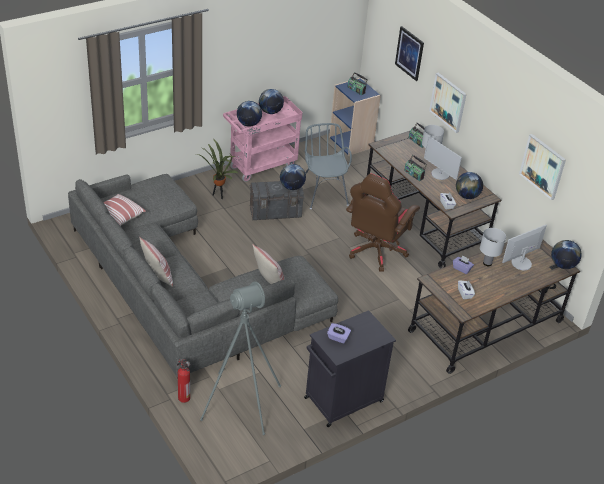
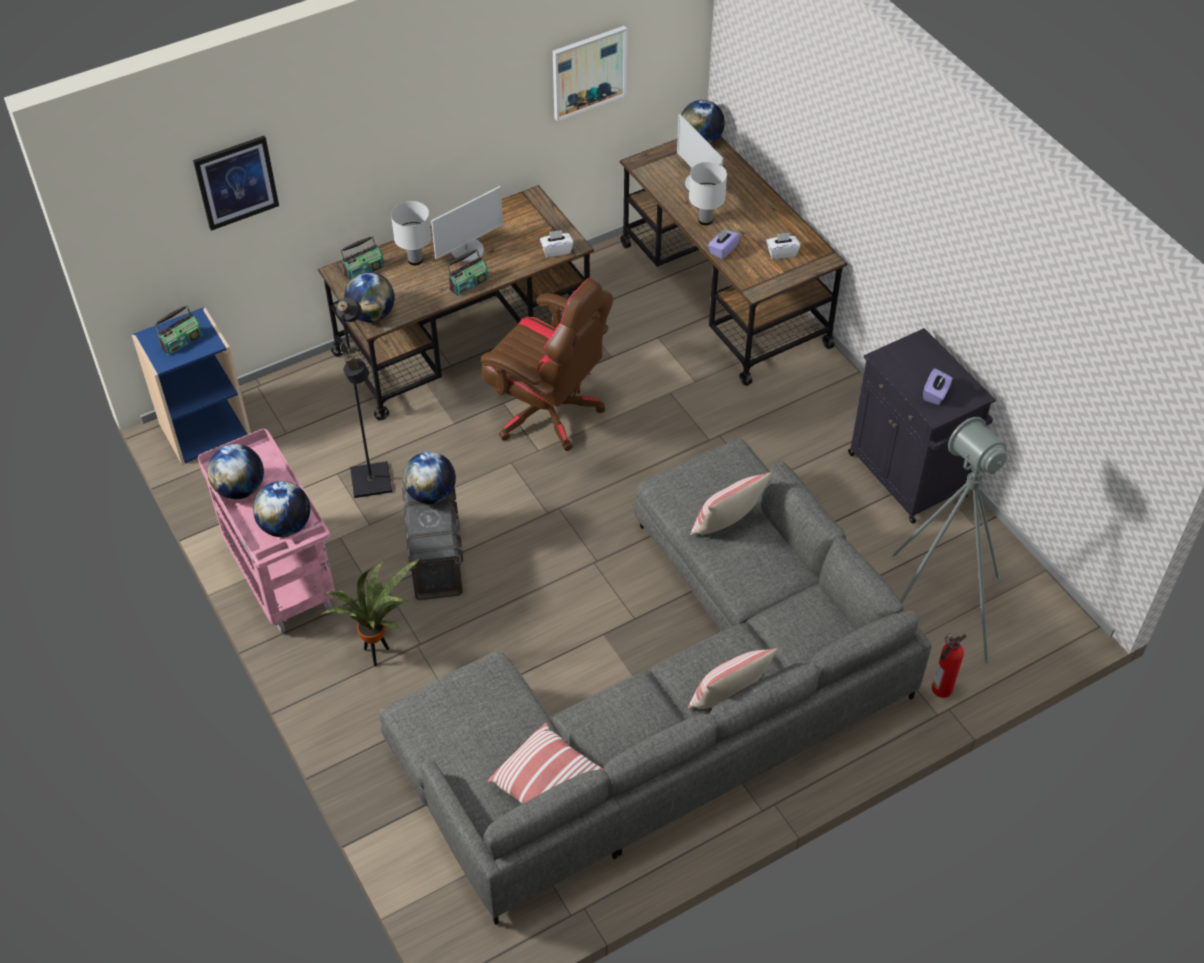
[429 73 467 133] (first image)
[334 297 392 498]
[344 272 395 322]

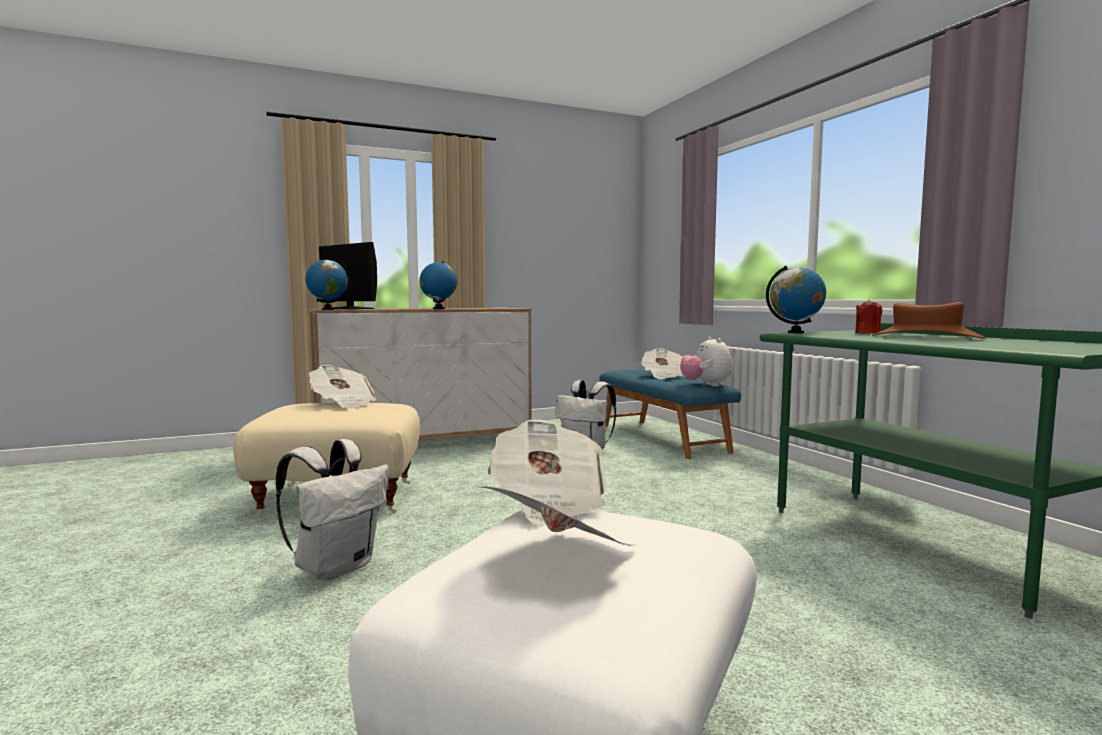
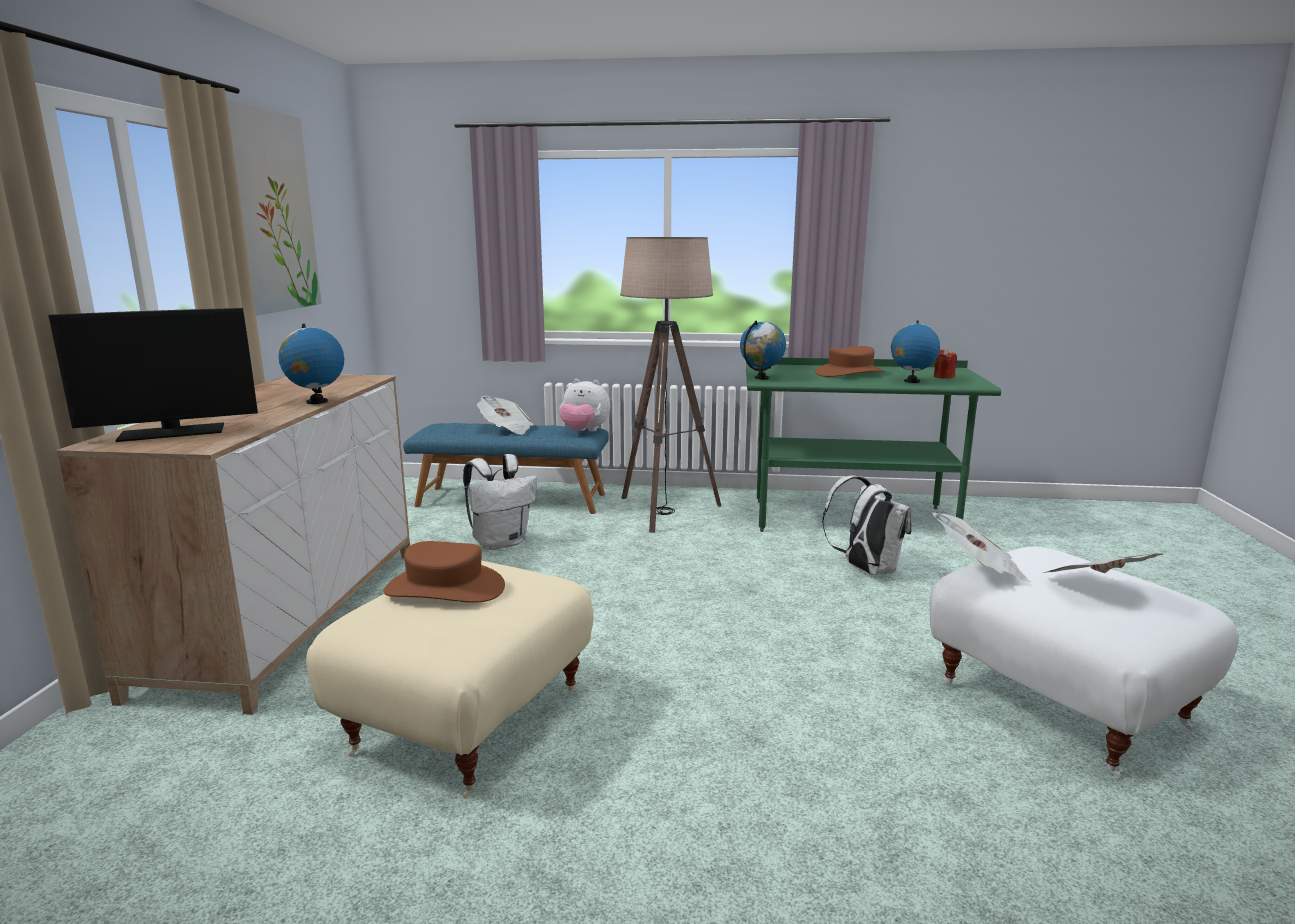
[891 321 940 383]
[934 348 957 379]
[383 541 505 603]
[822 476 912 575]
[226 99 322 316]
[620 237 721 533]

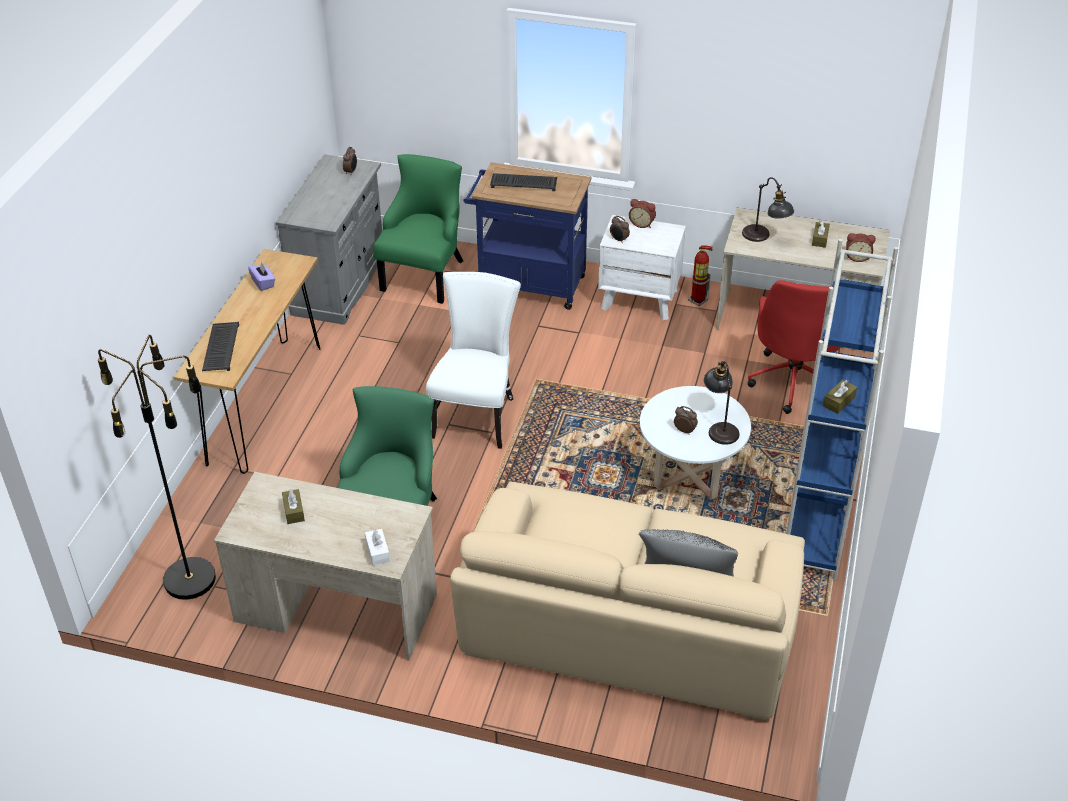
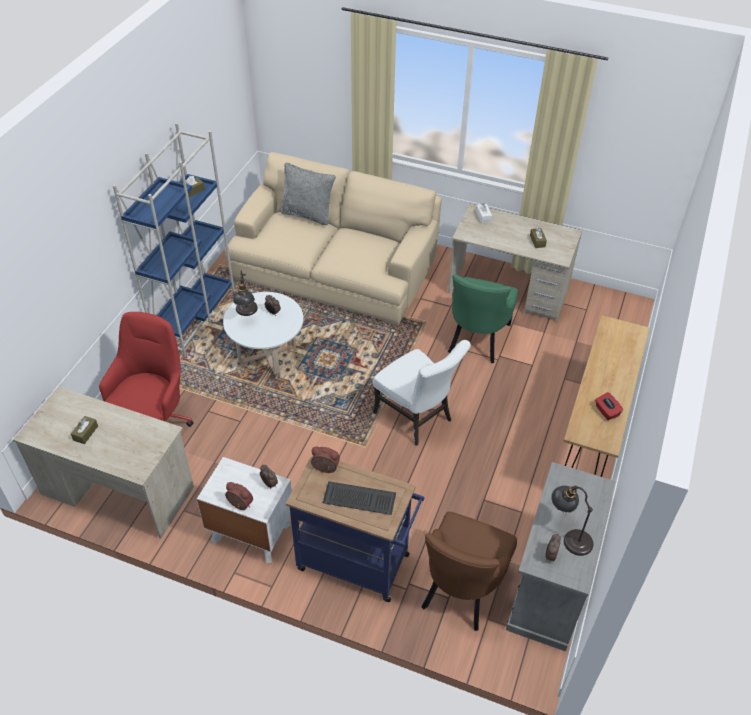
[422 512 517 631]
[551 485 593 556]
[311 447 340 473]
[688 245 713 306] (first image)
[595 392 623 420]
[372 340 471 446]
[202 322 239 371] (first image)
[98 335 216 600] (first image)

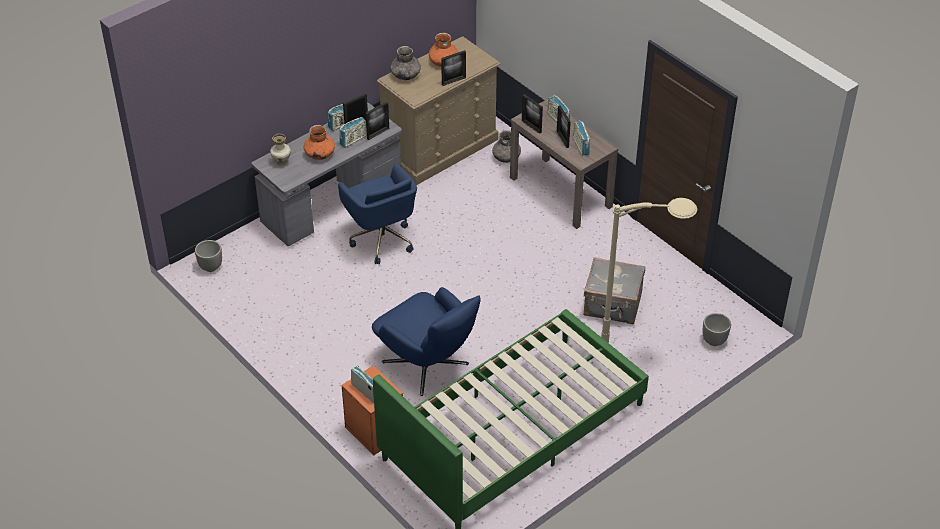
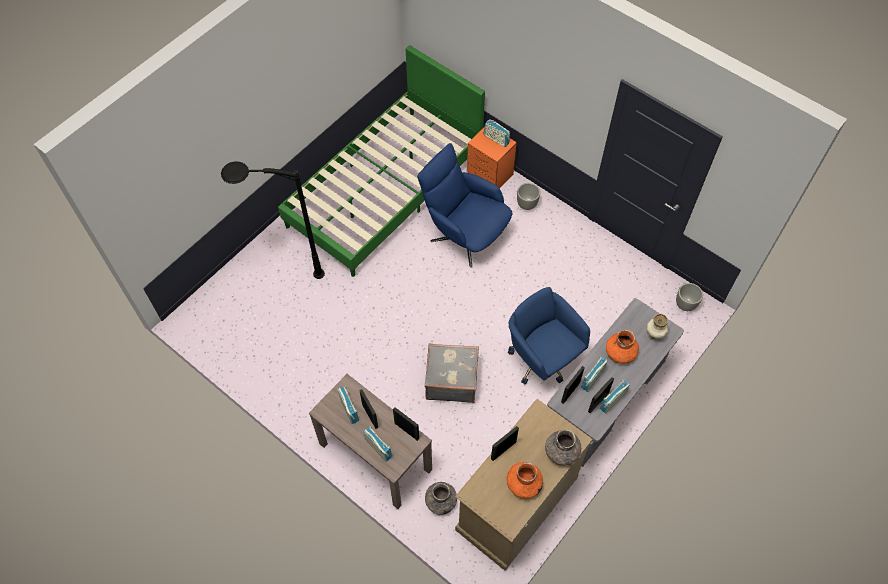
[221 161 325 279]
[425 343 479 403]
[517 183 540 210]

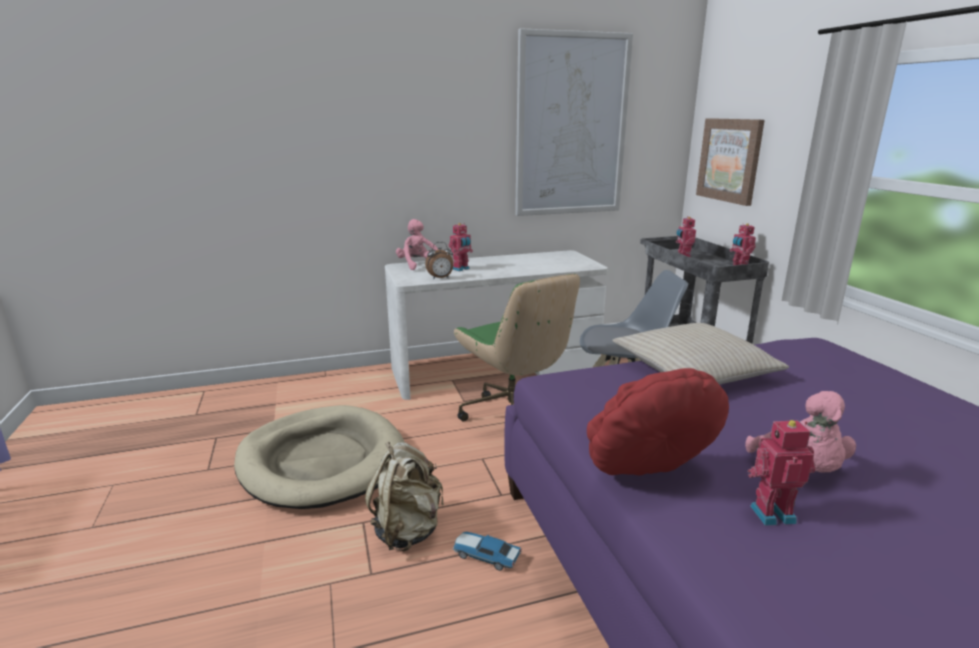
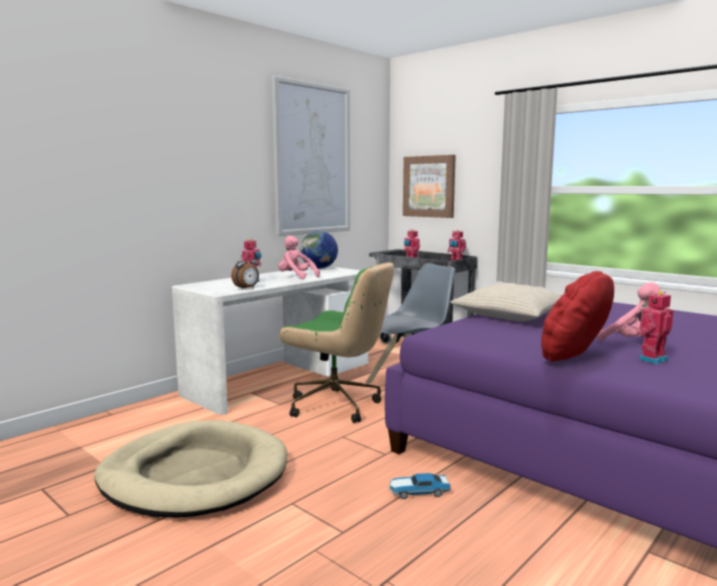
[278 236 320 279]
[365 442 444 551] (first image)
[300 231 338 269]

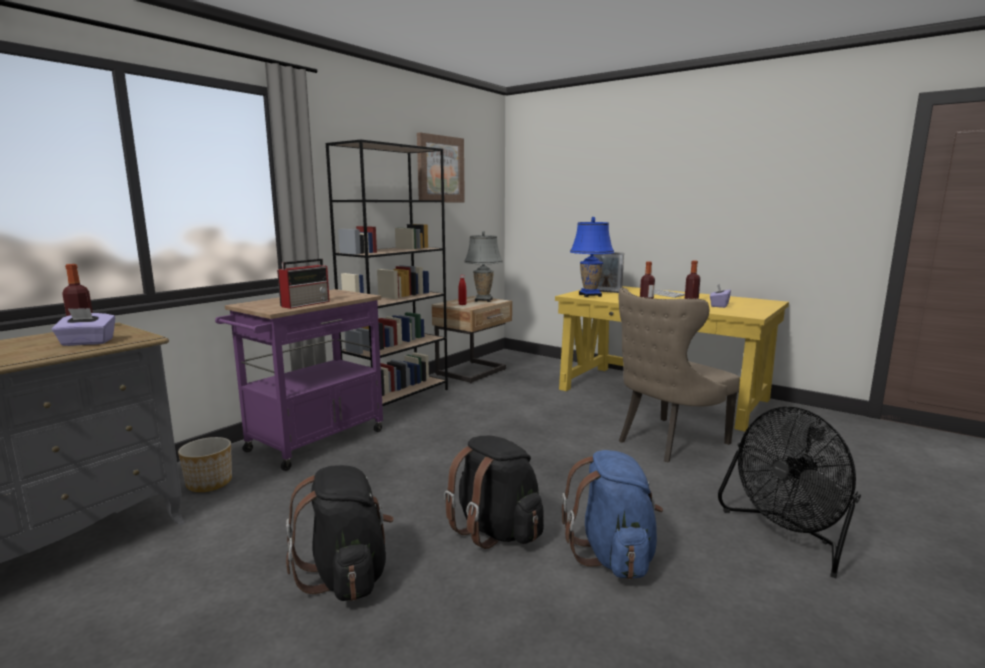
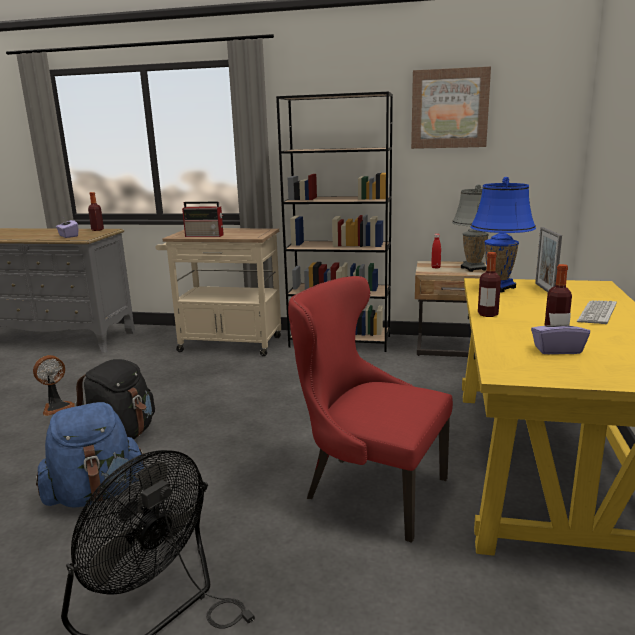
[288 276 453 543]
[156 228 281 356]
[178 437 232 492] (first image)
[33 355 75 416]

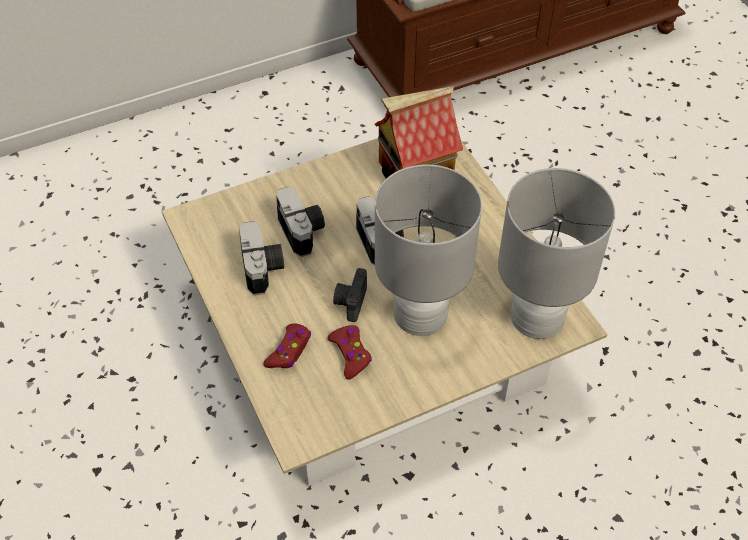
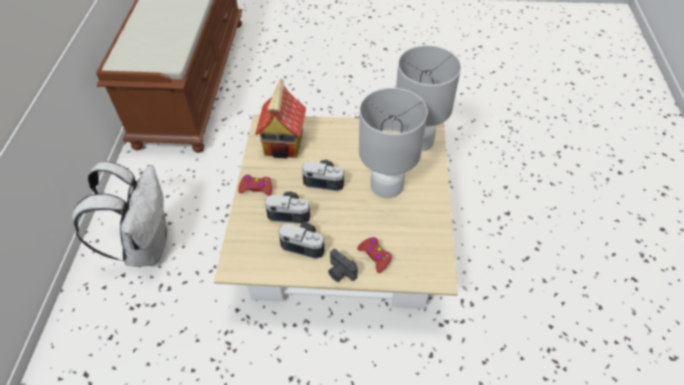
[328 249 358 282]
[238 175 272 196]
[72 161 168 267]

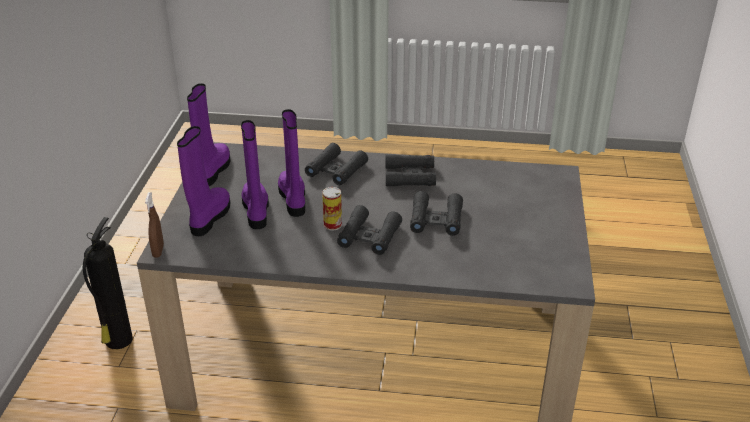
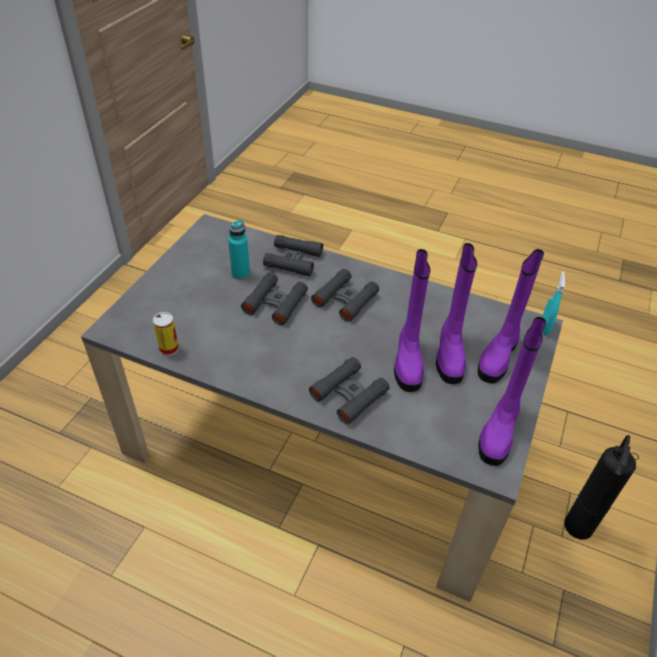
[263 235 323 277]
[153 312 179 356]
[542 271 565 335]
[228 220 250 279]

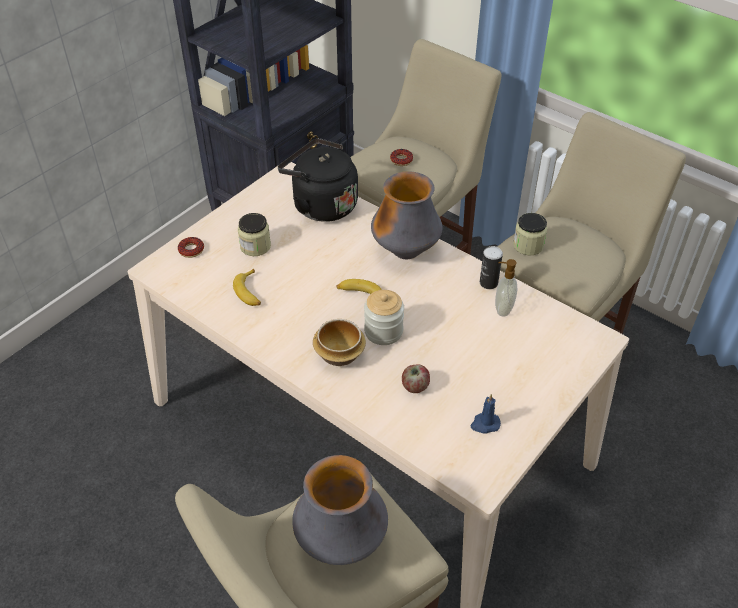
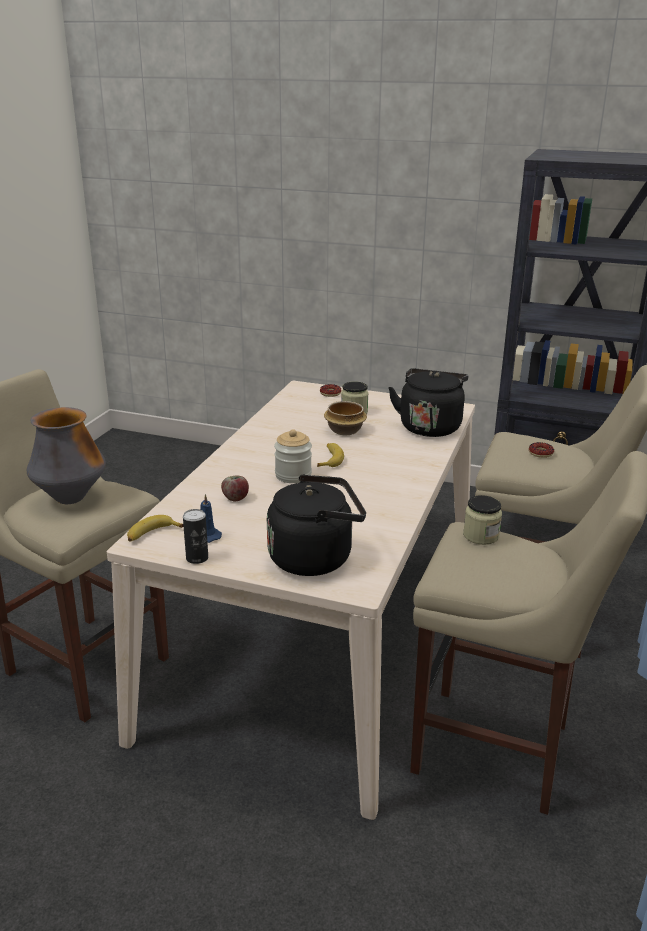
[371 171 442 259] (first image)
[183 509 208 564]
[495 259 517 317] (first image)
[127 515 184 542]
[324 401 367 435]
[267 474 366 576]

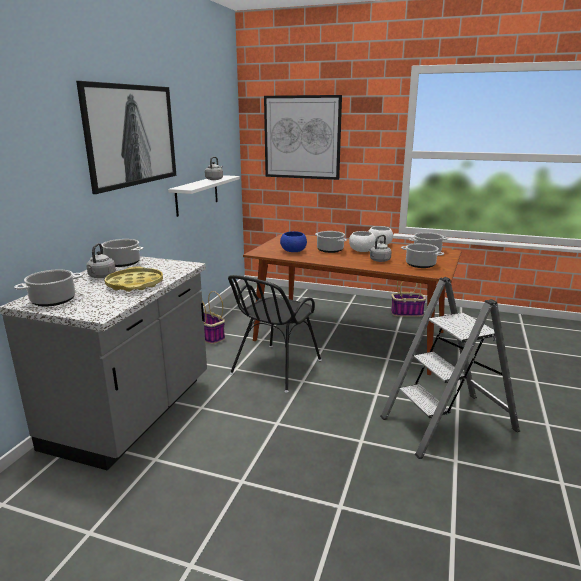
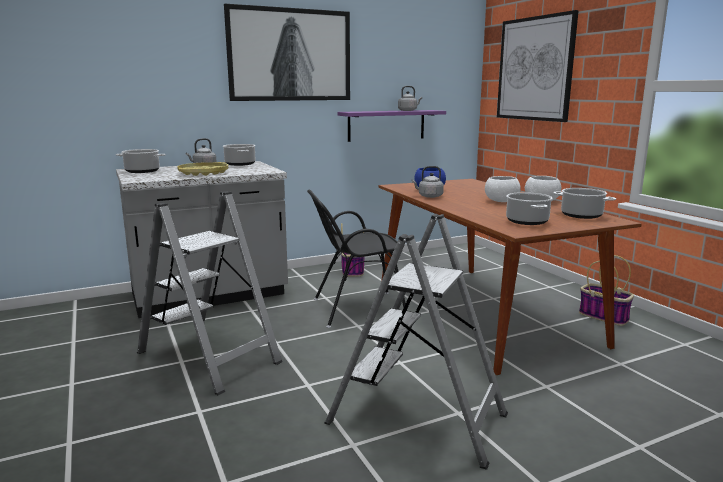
[338 110 446 142]
[315 231 347 253] (first image)
[412 166 444 198]
[137 191 283 395]

